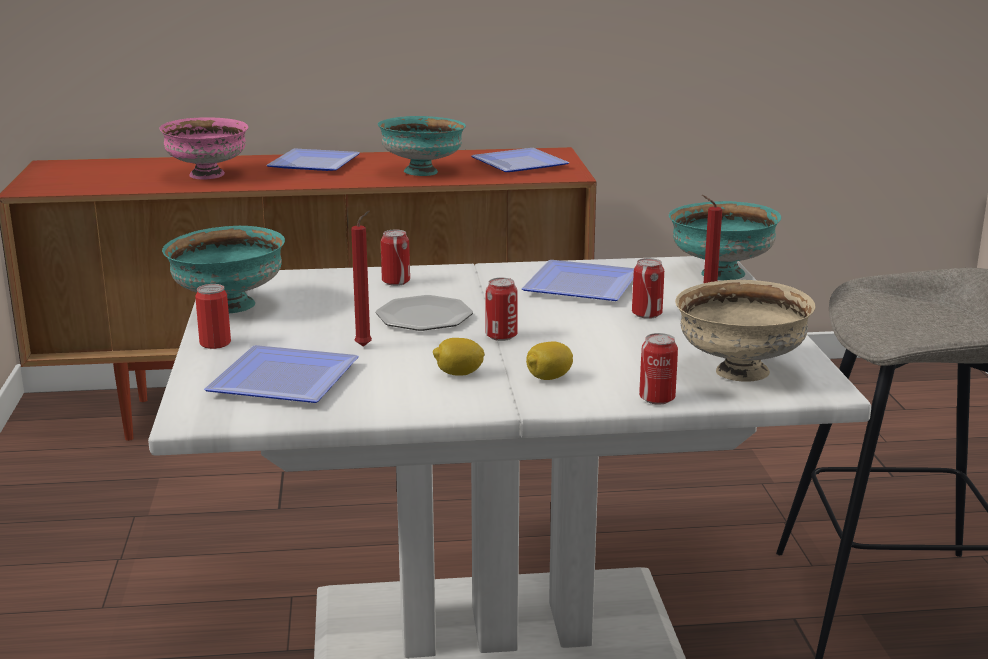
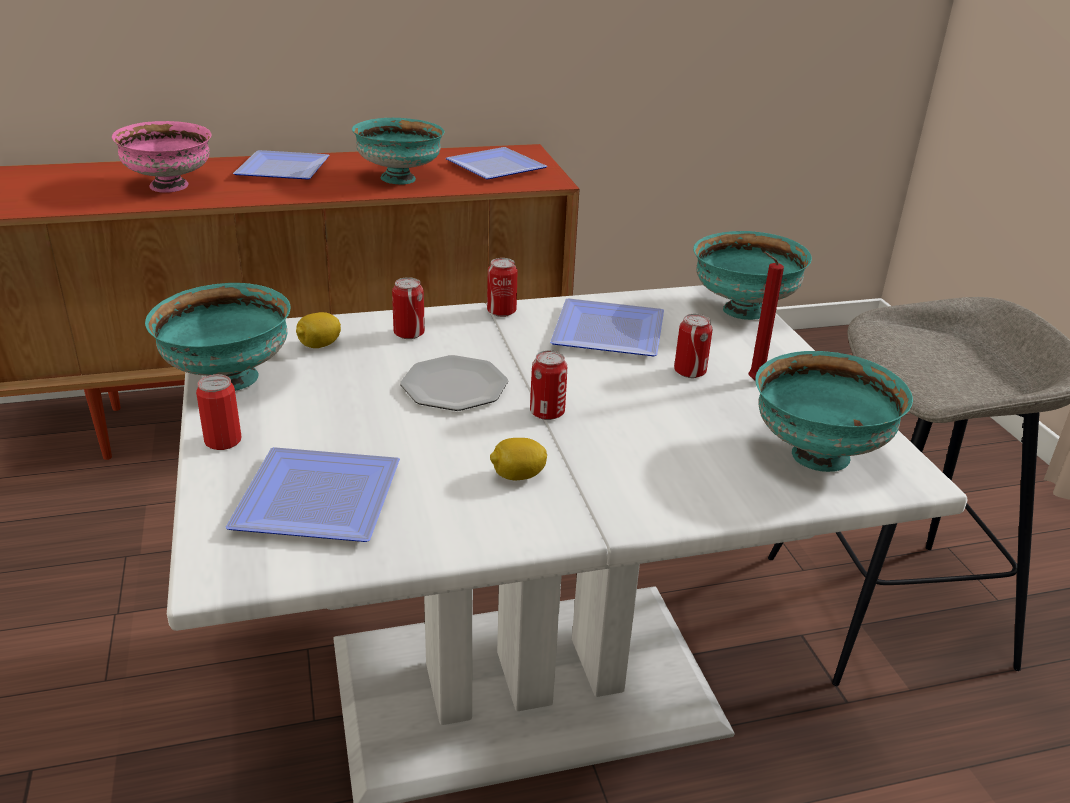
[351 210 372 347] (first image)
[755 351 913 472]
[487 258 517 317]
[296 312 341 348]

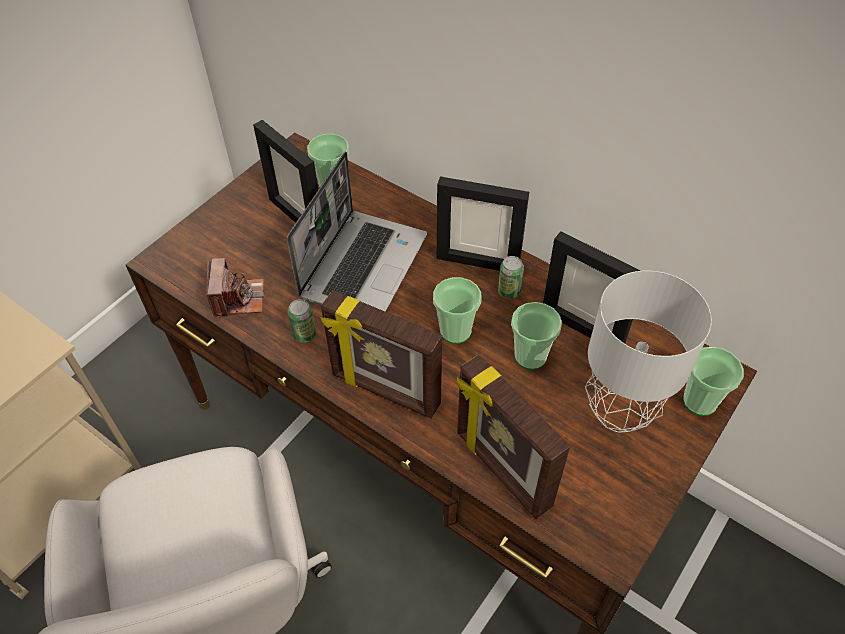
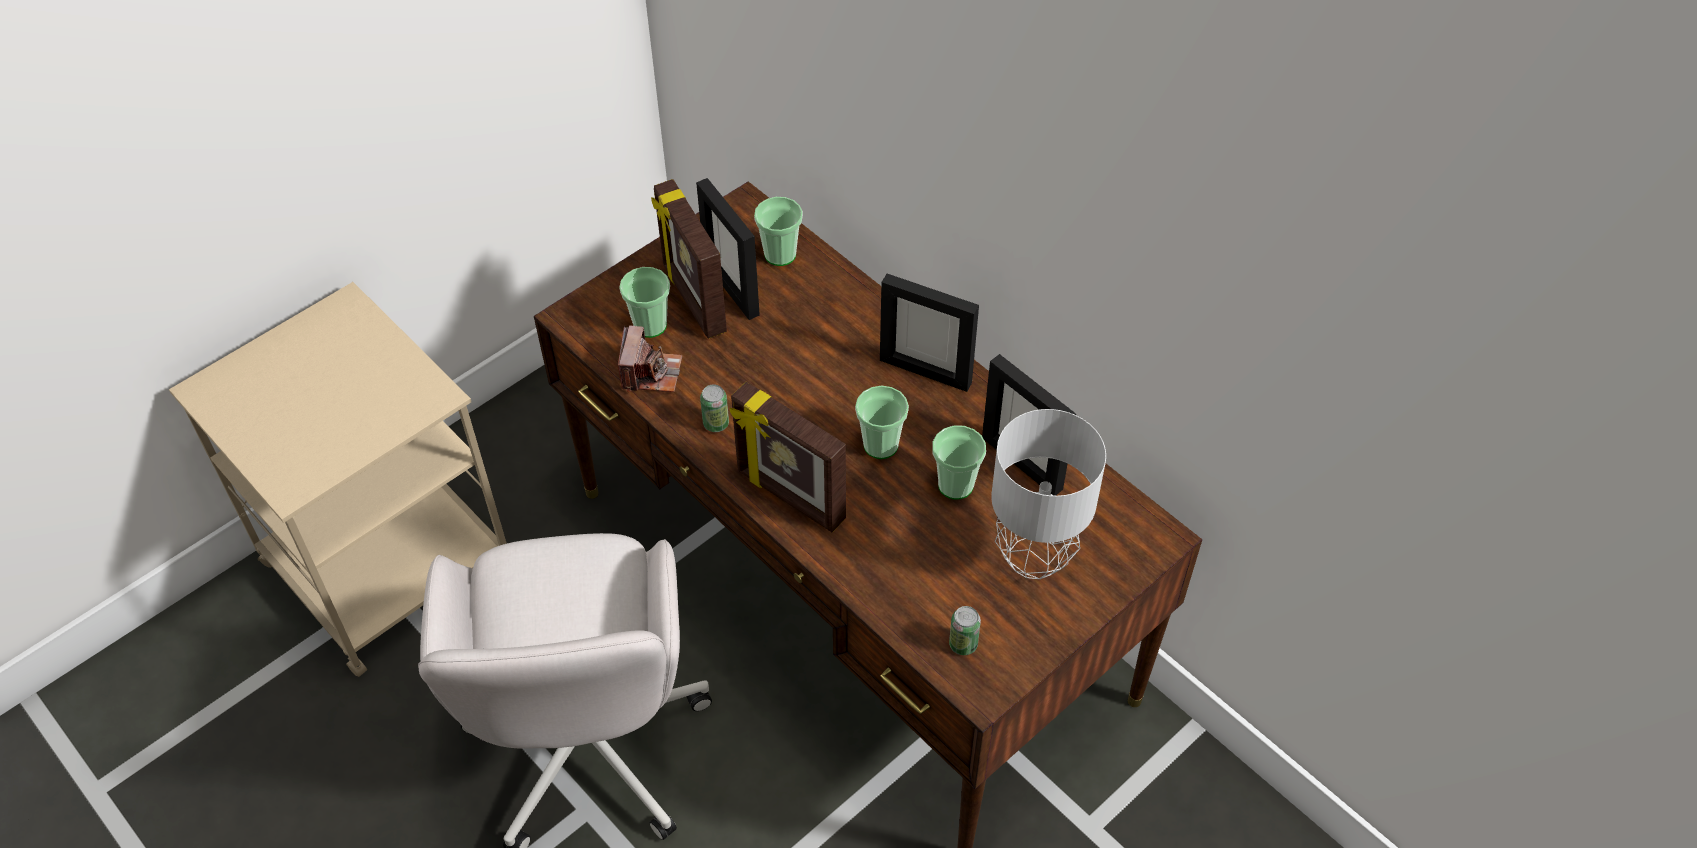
[287 151 427 312] (first image)
[949 606 981 655]
[619 267 670 338]
[651 179 727 339]

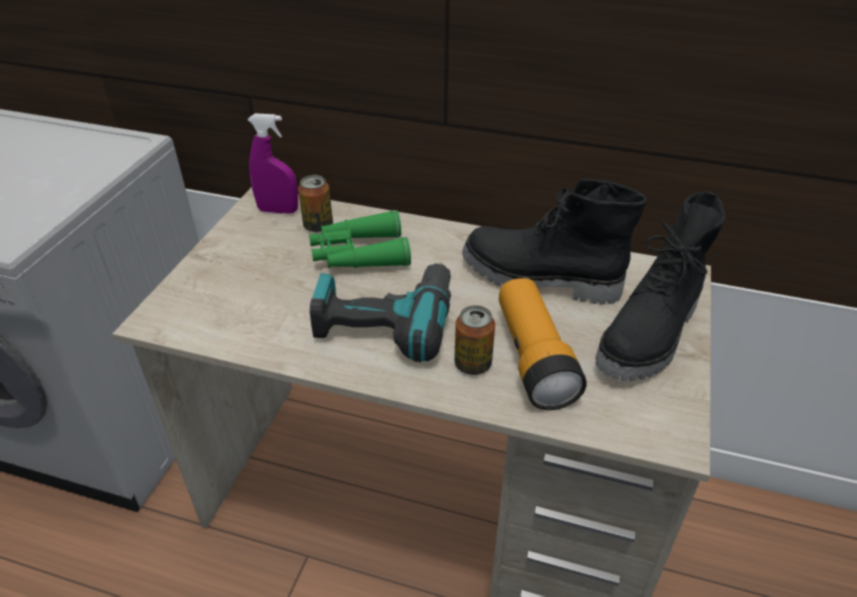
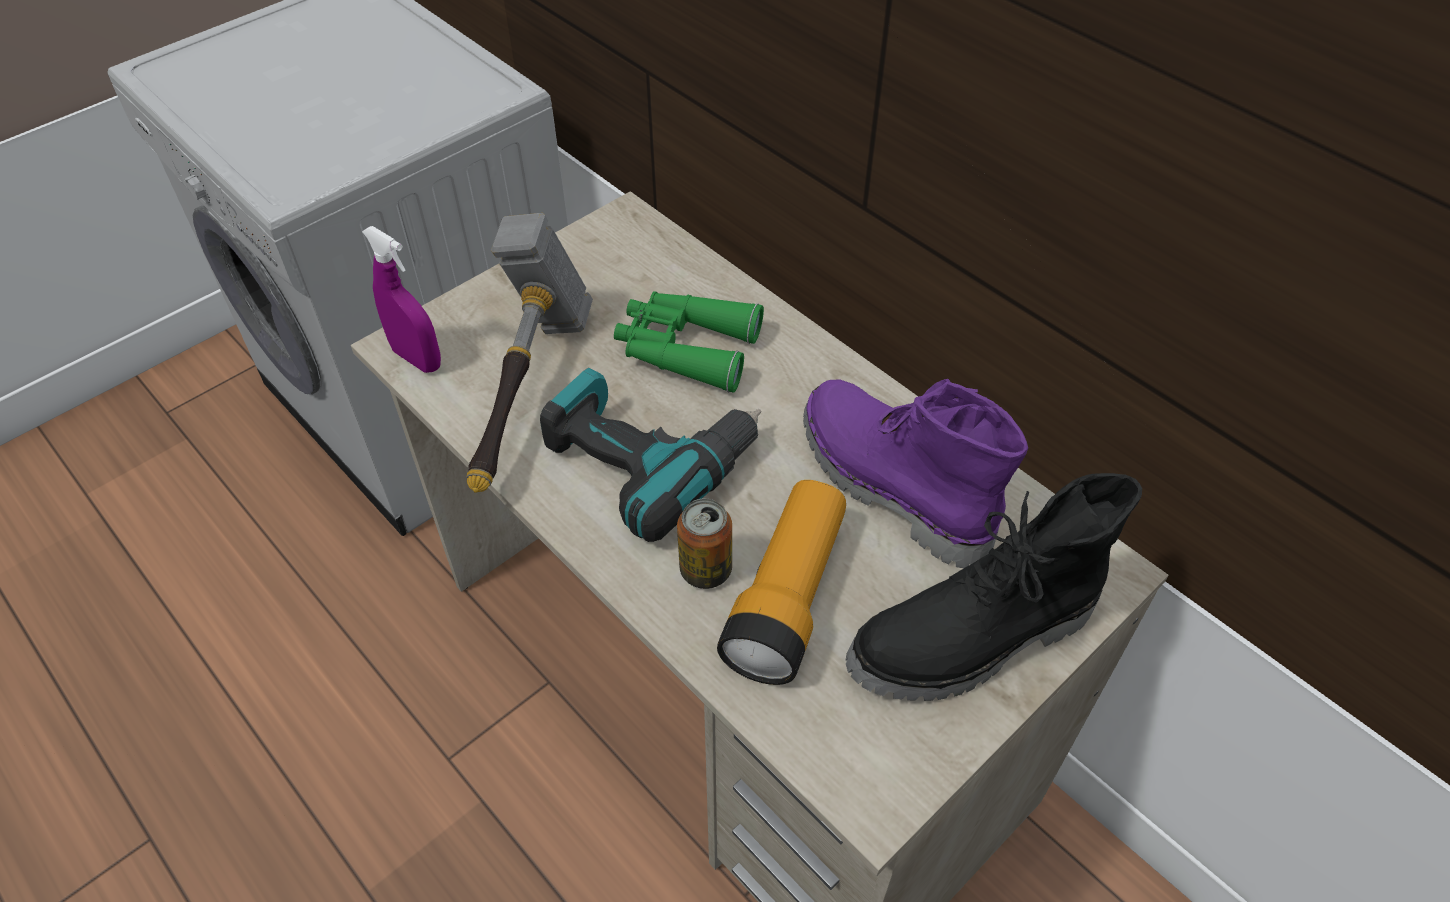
[362 226 441 373]
[298 175 333 232] (first image)
[803 379 1028 568]
[466 213 593 493]

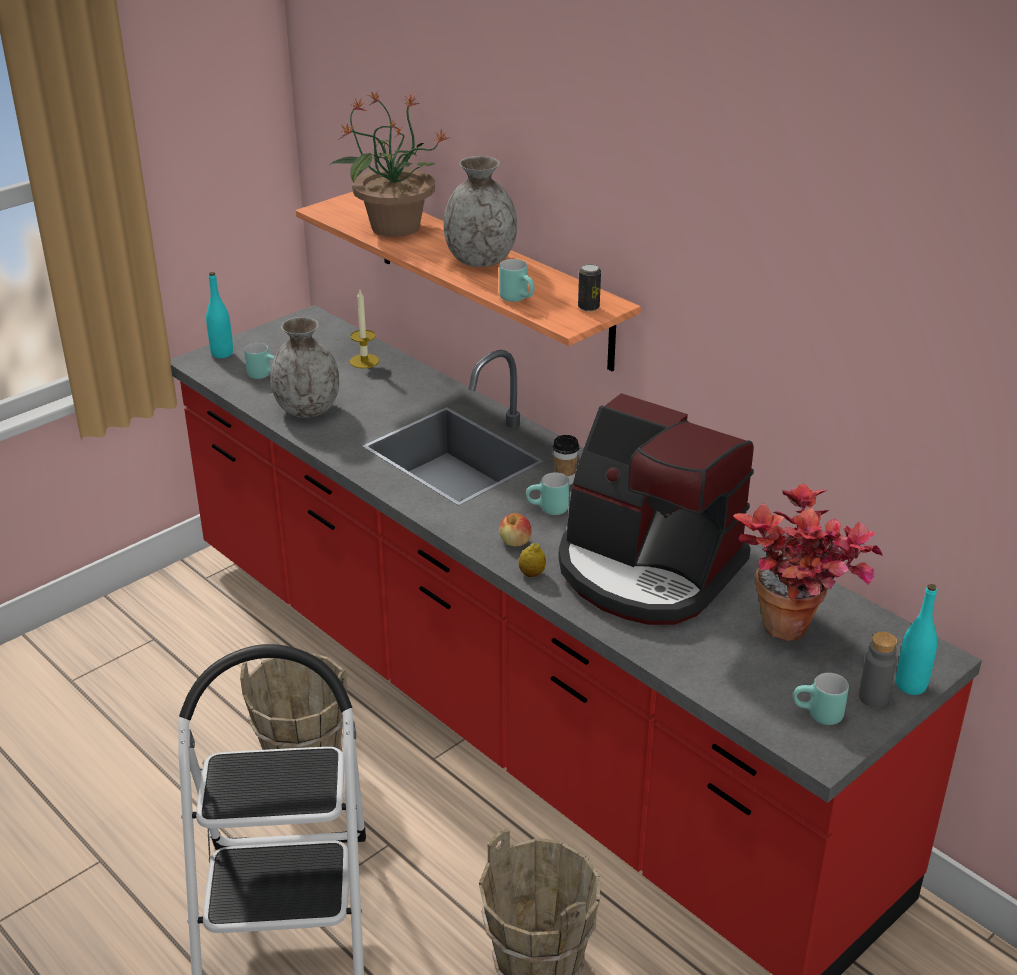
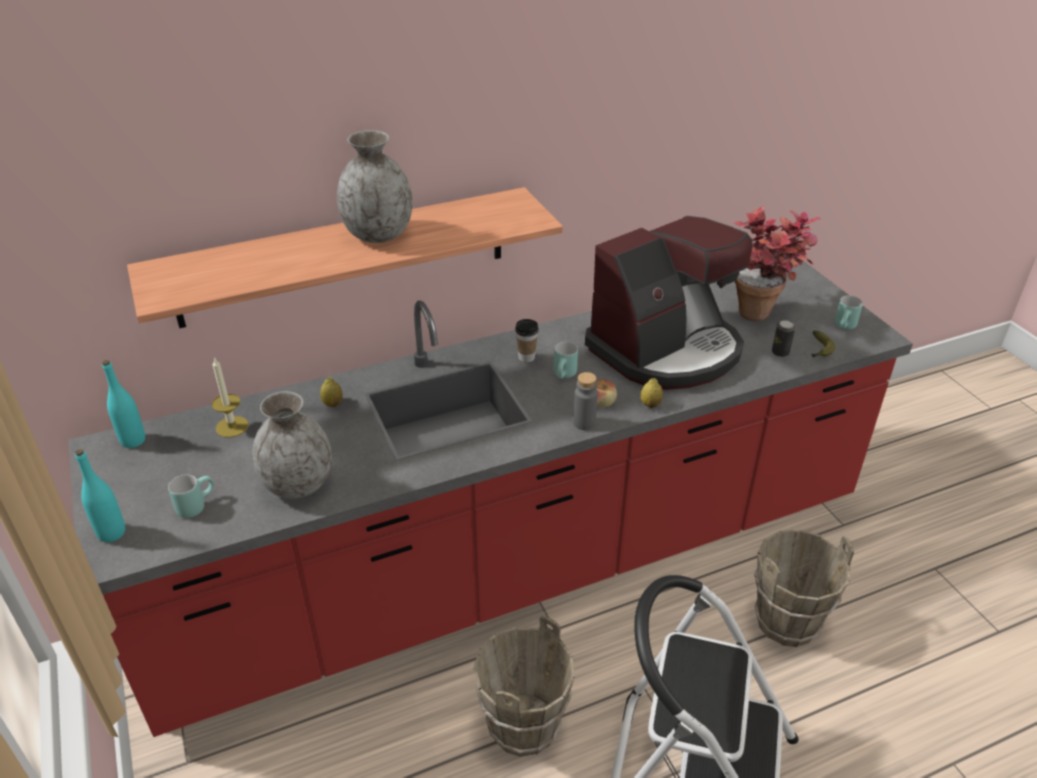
[329 90 450 237] (first image)
[499 259 534 302] (first image)
[772 320 795 357]
[102 360 145 448]
[573 372 598 430]
[811 330 835 357]
[320 377 343 407]

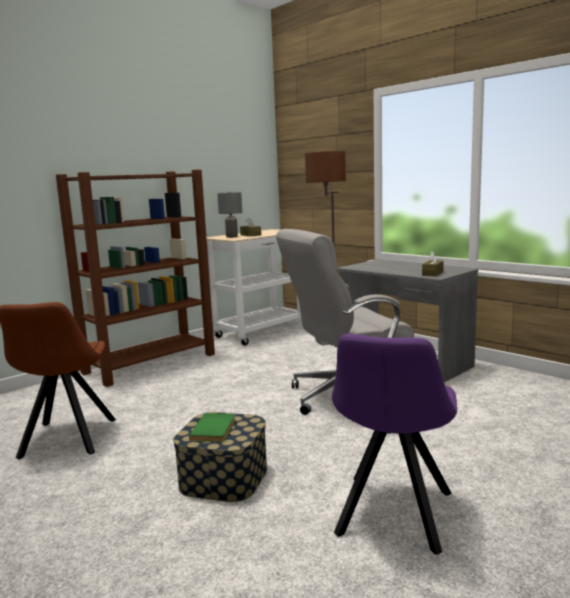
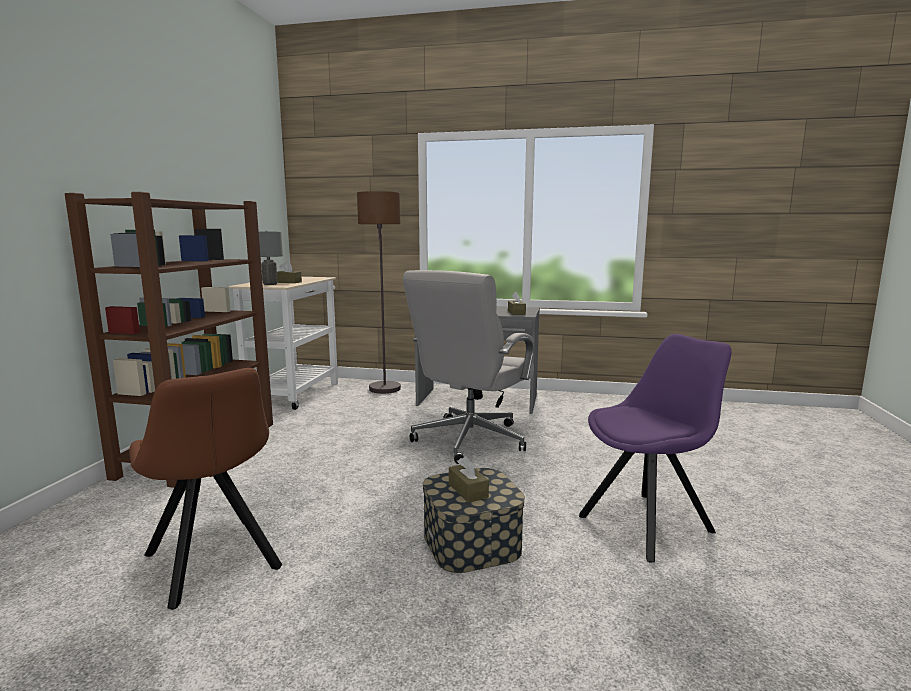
[579 334 732 563]
[449 456 489 503]

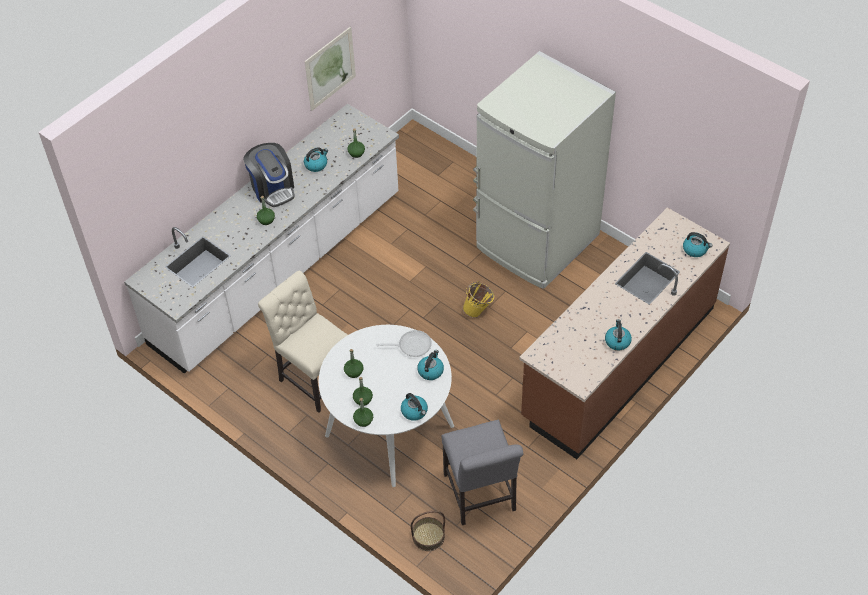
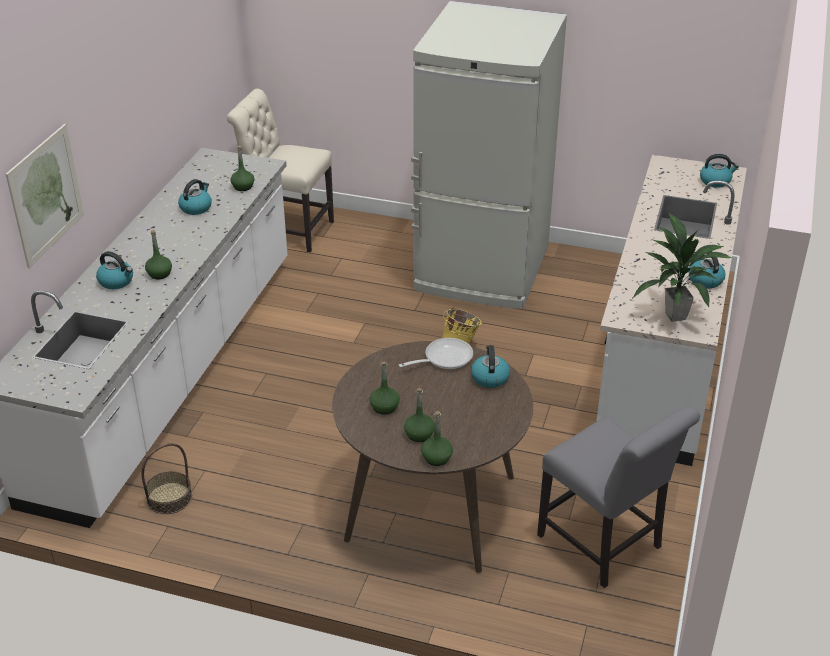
[6 124 84 268]
[243 143 294 207] (first image)
[596 155 747 466]
[227 89 334 253]
[332 341 533 573]
[96 251 133 289]
[141 443 192 514]
[632 214 732 322]

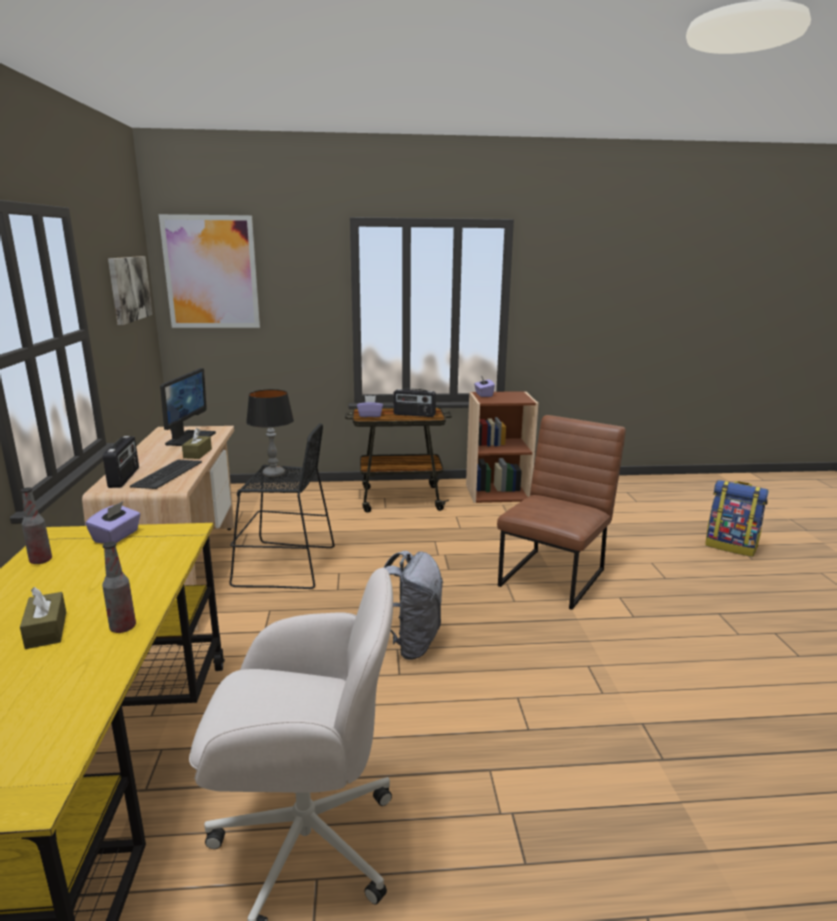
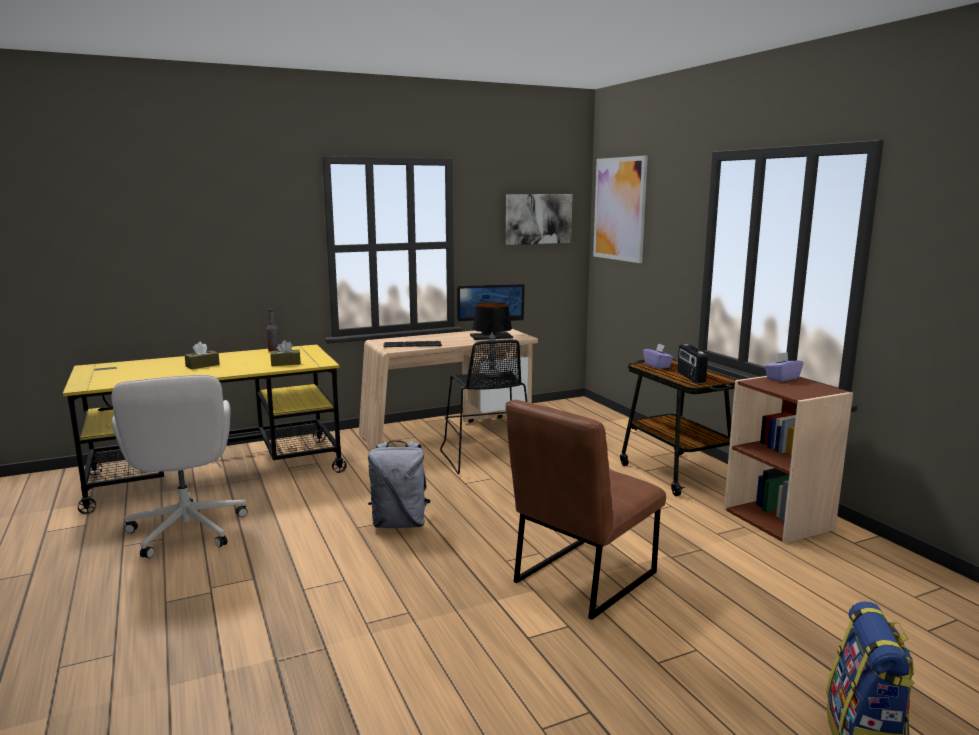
[506 400 666 620]
[270 340 301 366]
[103 436 139 488] (first image)
[85 501 141 544] (first image)
[102 541 136 633] (first image)

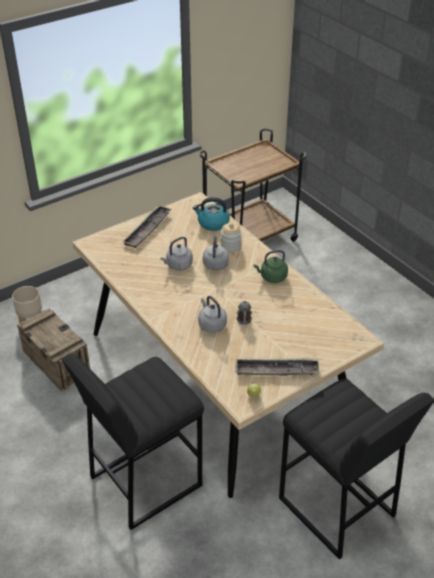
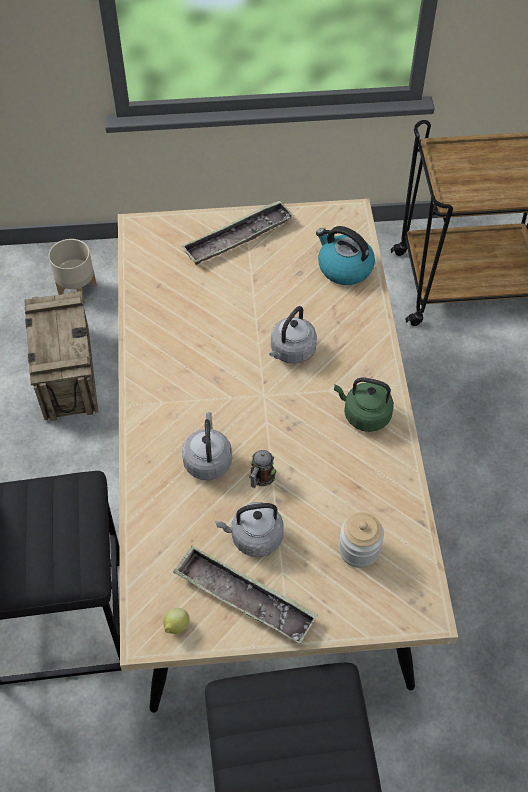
[339 512 384 568]
[215 502 284 557]

